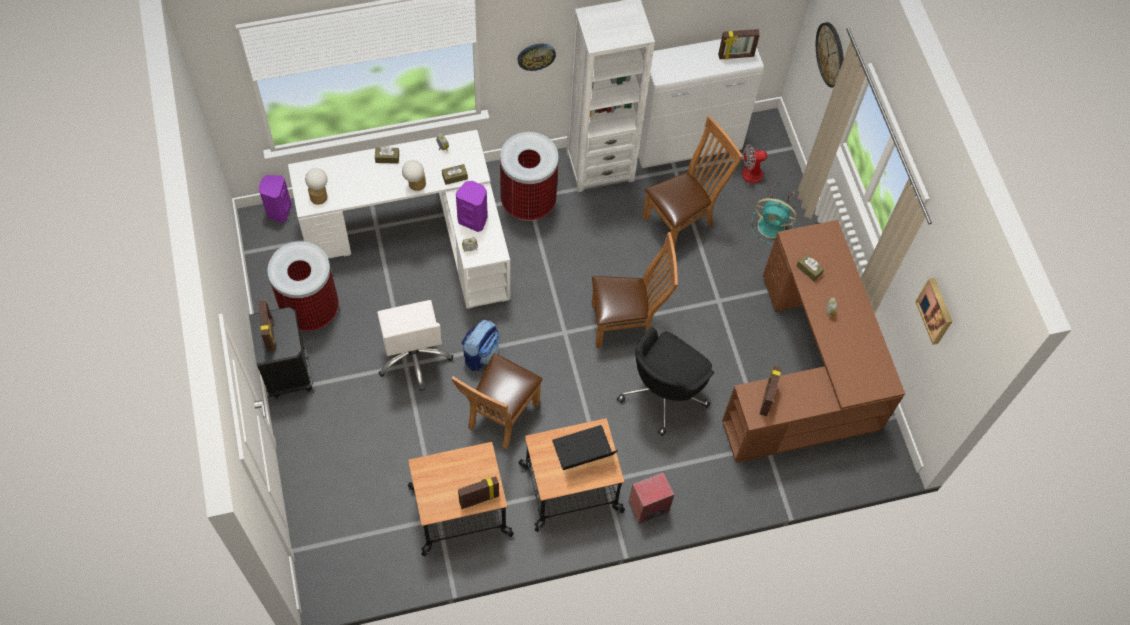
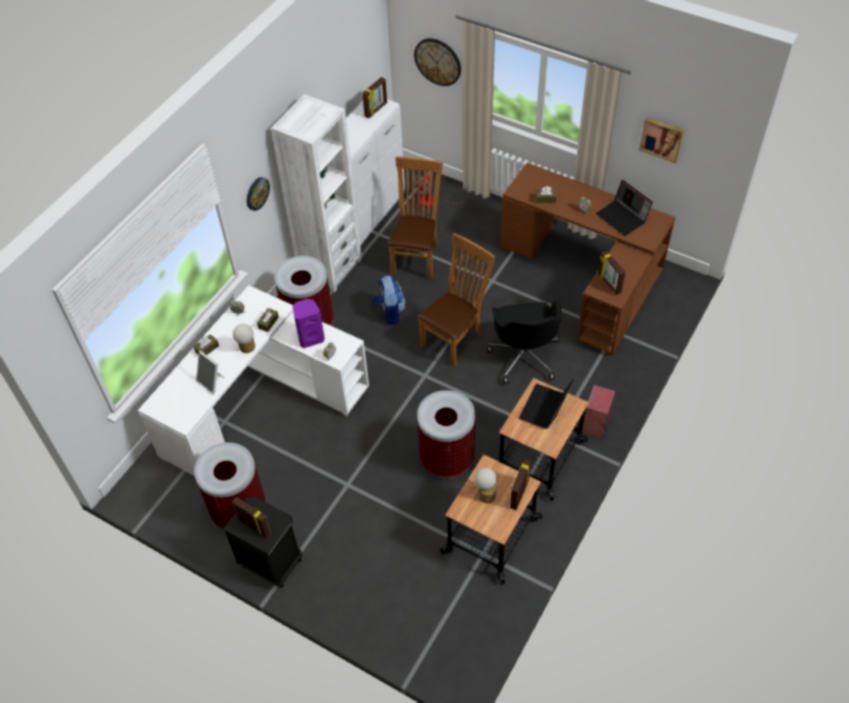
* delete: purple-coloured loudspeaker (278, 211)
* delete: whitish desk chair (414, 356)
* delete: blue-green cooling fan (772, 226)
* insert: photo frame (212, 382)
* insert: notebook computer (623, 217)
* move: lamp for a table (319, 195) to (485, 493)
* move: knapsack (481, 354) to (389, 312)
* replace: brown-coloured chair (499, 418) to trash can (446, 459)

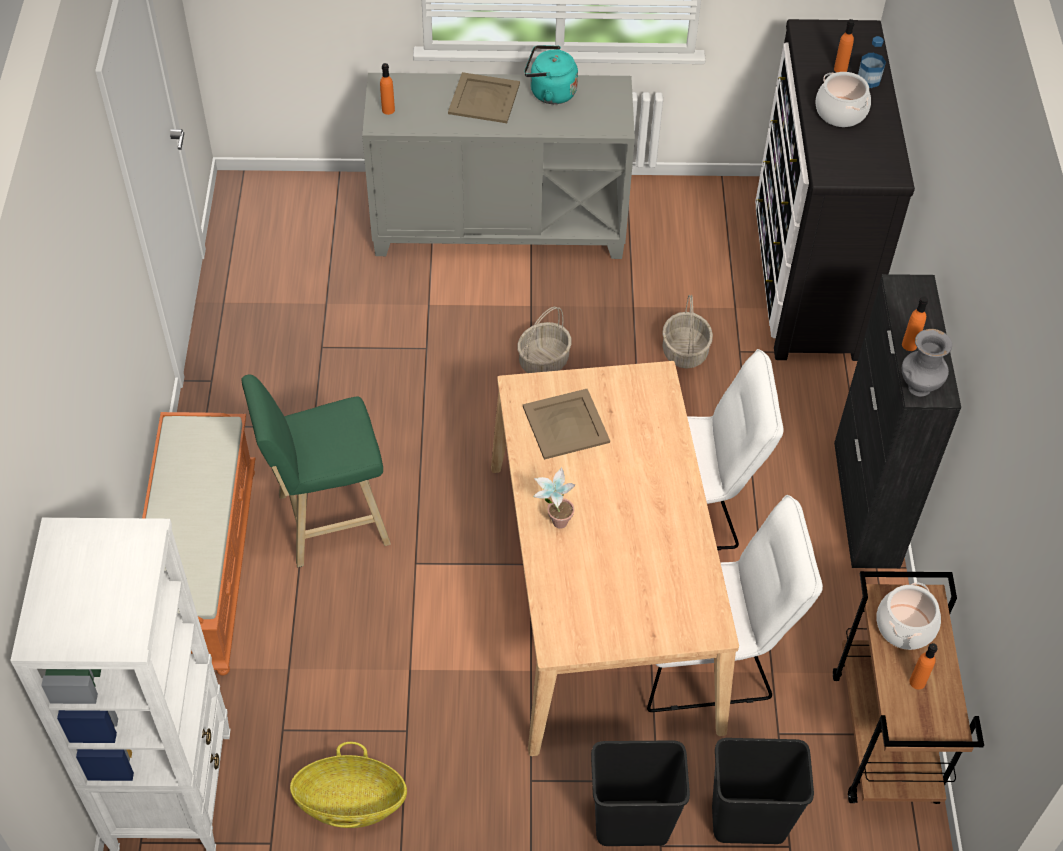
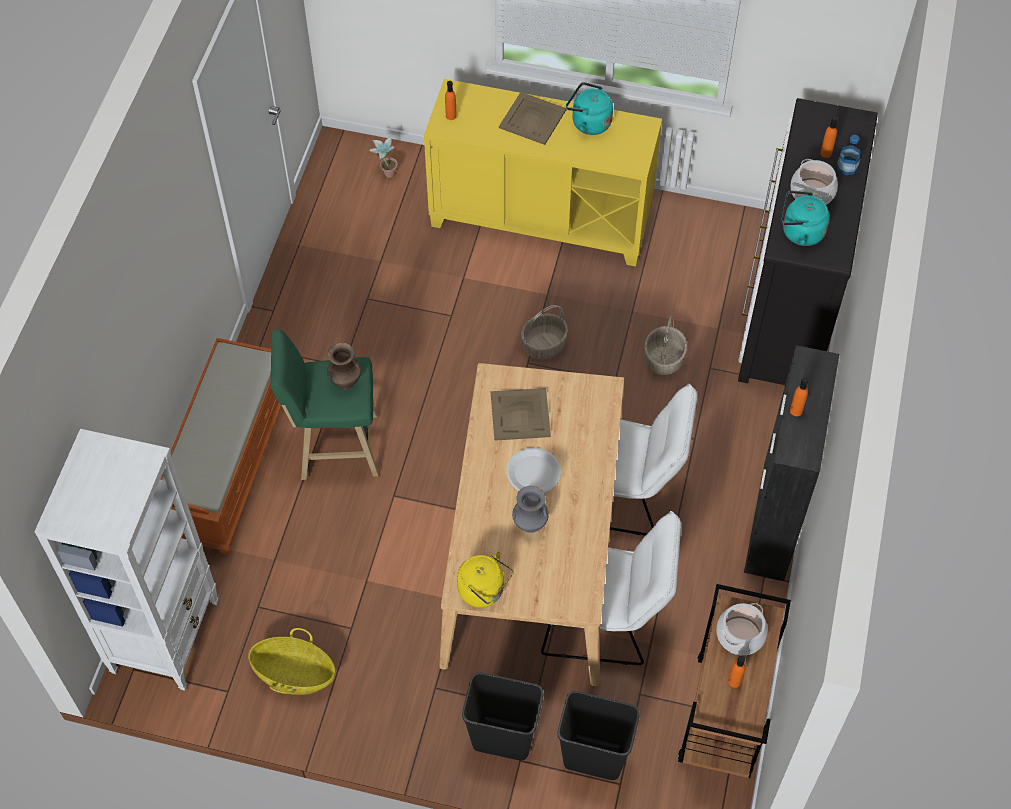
* insert: brown-coloured flower vase (345, 383)
* insert: yellow-coloured water kettle (484, 591)
* insert: whitish flat dish (533, 472)
* insert: blue-green water kettle (800, 232)
* move: houseplant (554, 521) to (386, 172)
* move: greyish flower vase (918, 388) to (529, 525)
* recolor: greyish storage cabinet (499, 226) to yellow-coloured storage cabinet (541, 218)

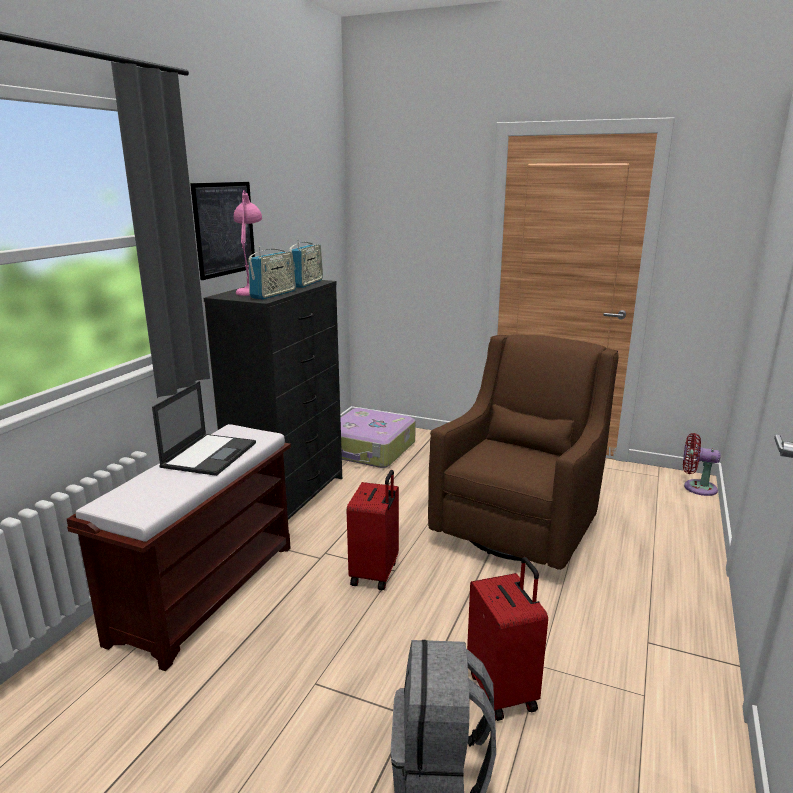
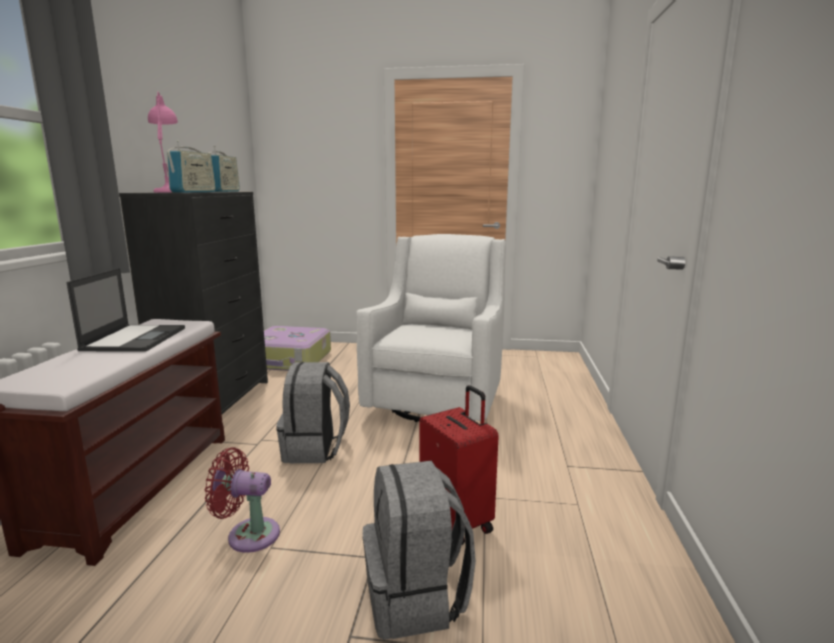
* delete: wall picture (224, 229)
* move: red-coloured cooling fan (696, 487) to (248, 534)
* replace: red-coloured piece of luggage (376, 573) to greyish knapsack (315, 449)
* recolor: brown-coloured lounge chair (520, 526) to whitish lounge chair (437, 400)

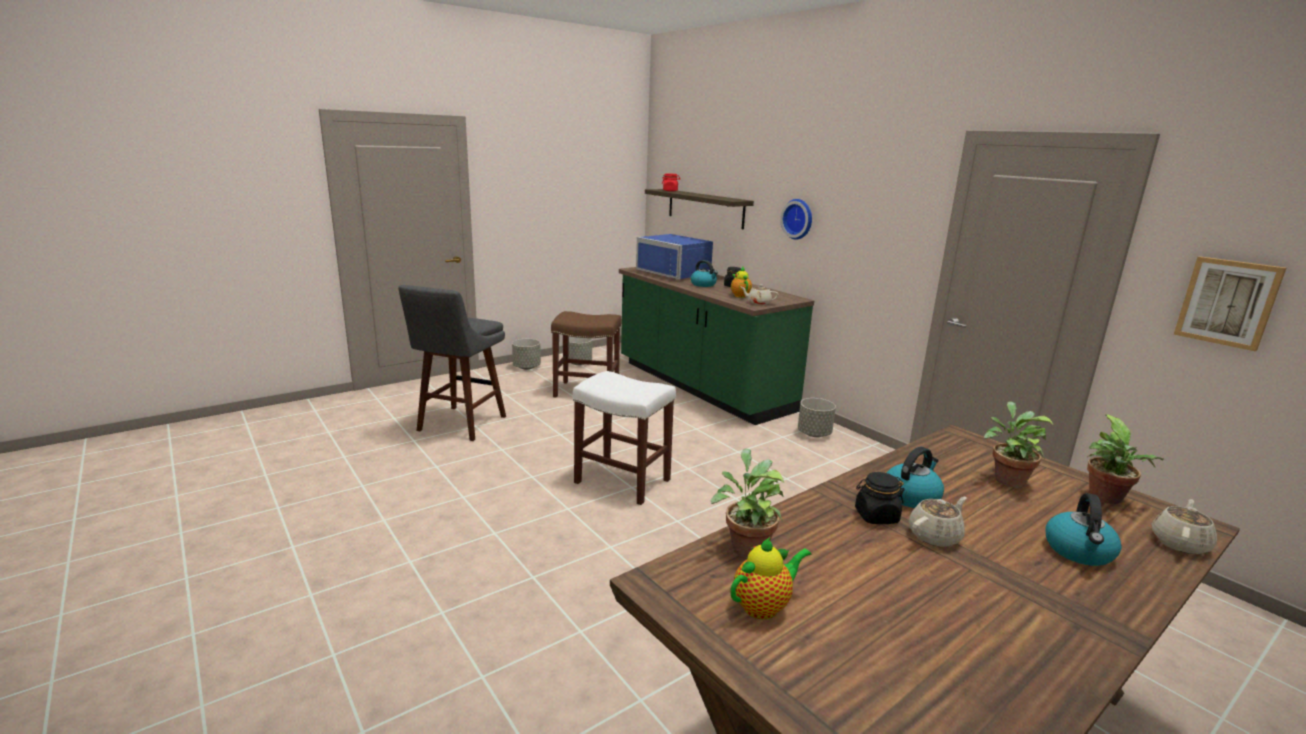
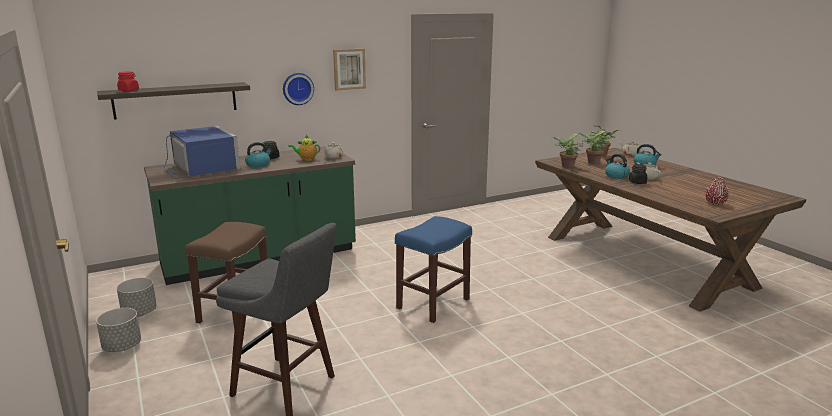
* delete: greyish plant pot (814, 434)
* move: houseplant (746, 546) to (566, 166)
* move: wall picture (1227, 302) to (349, 69)
* replace: pot for tea (764, 606) to red-coloured flower vase (715, 203)
* recolor: whitish stool (624, 481) to blue-coloured stool (433, 303)
* rotate: blue-coloured kitchen microwave (677, 273) = (201, 168) 90 degrees counterclockwise

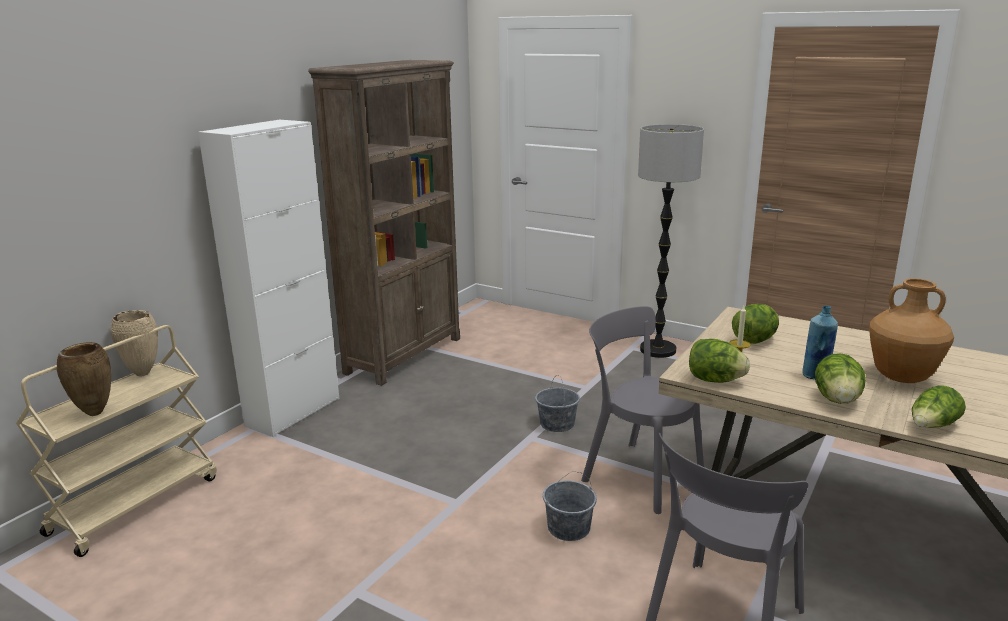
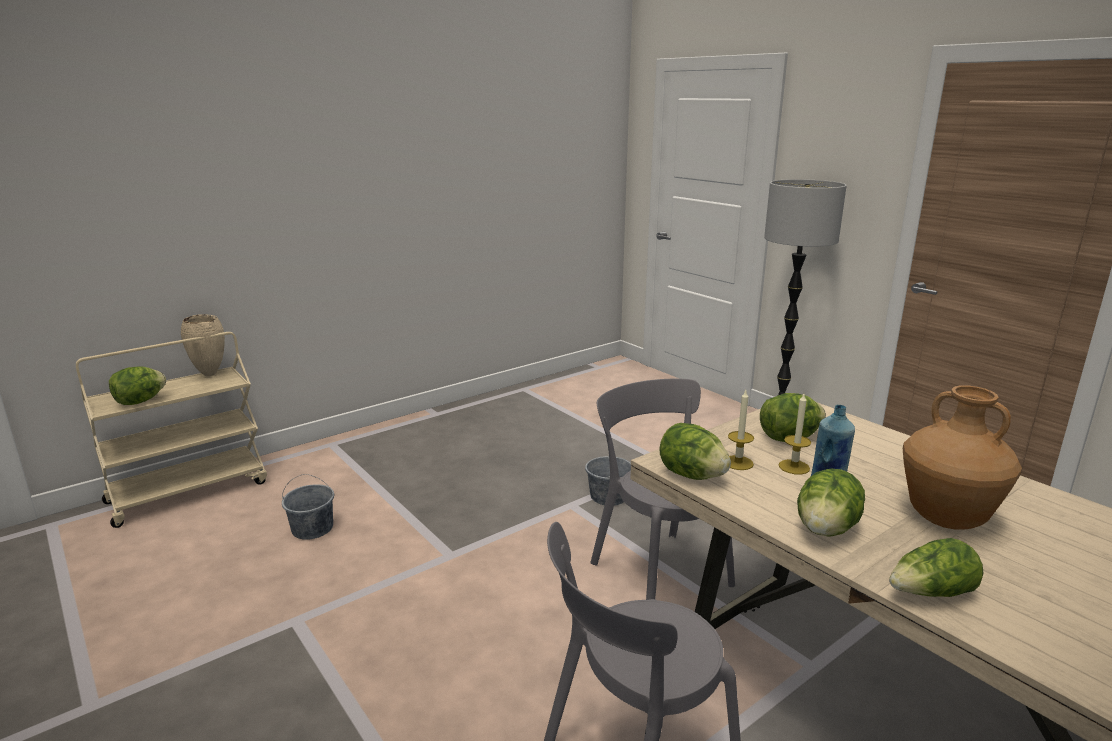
* delete: whitish storage cabinet (293, 412)
* delete: brown-coloured bookshelf (404, 355)
* insert: wax candle (794, 467)
* move: greyish pail (569, 528) to (313, 528)
* replace: brown-coloured flower vase (93, 413) to head of lettuce (140, 401)

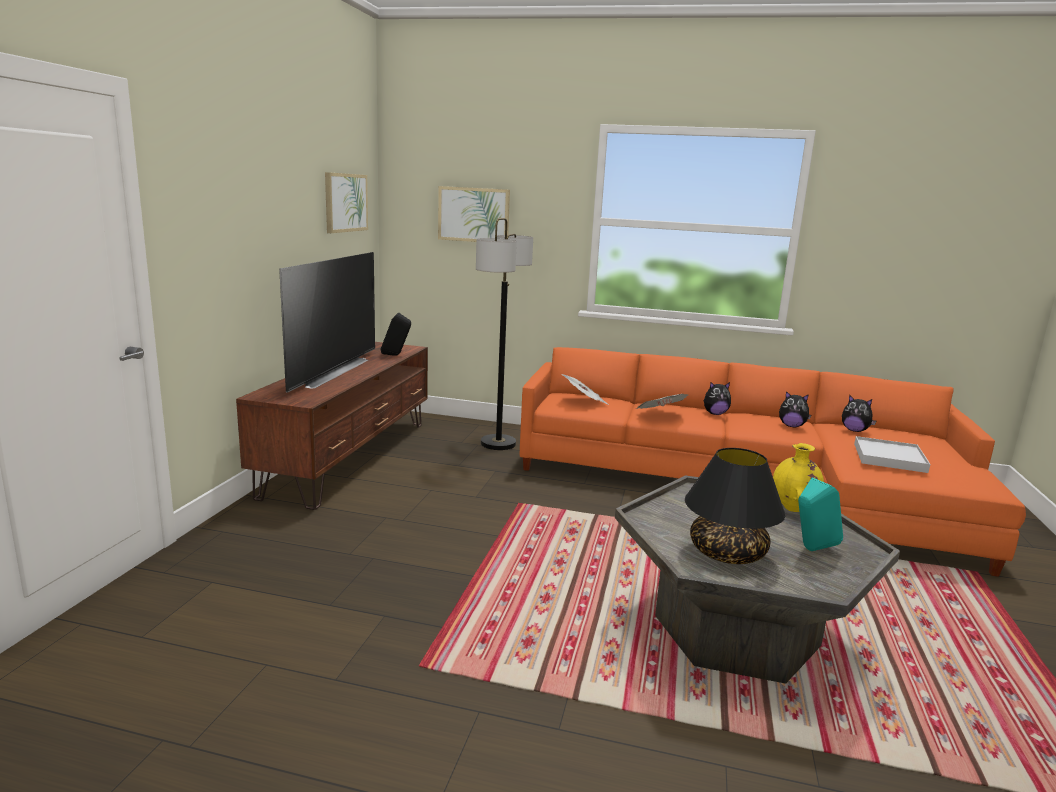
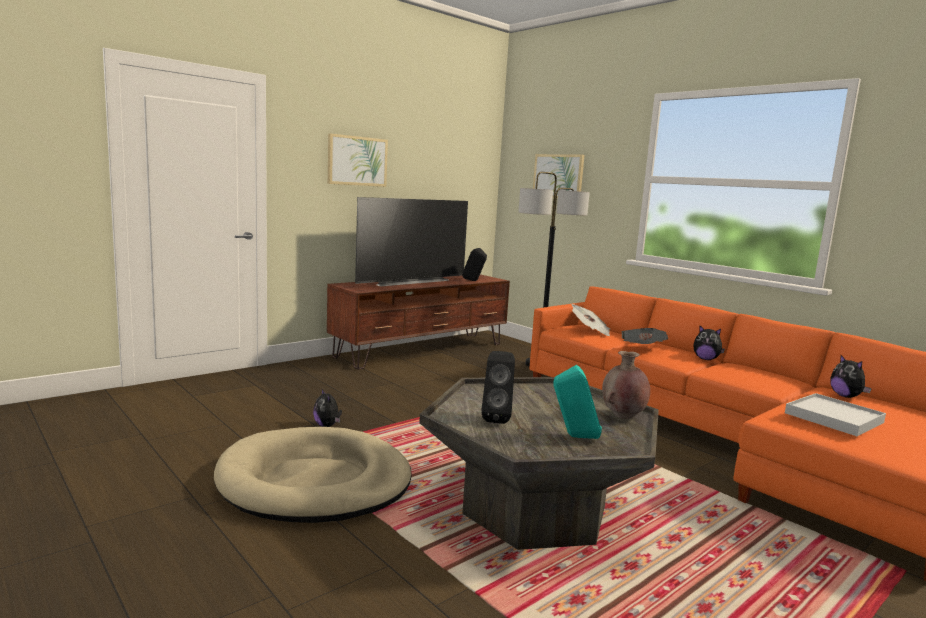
* insert: beige dog cushion (315, 481)
* move: wall picture (345, 202) to (357, 161)
* move: cuddly toy (791, 426) to (327, 426)
* replace: black-coloured lamp for a table (727, 553) to black-coloured loudspeaker (497, 418)
* recolor: yellow-coloured flower vase (793, 509) to brown-coloured flower vase (622, 416)

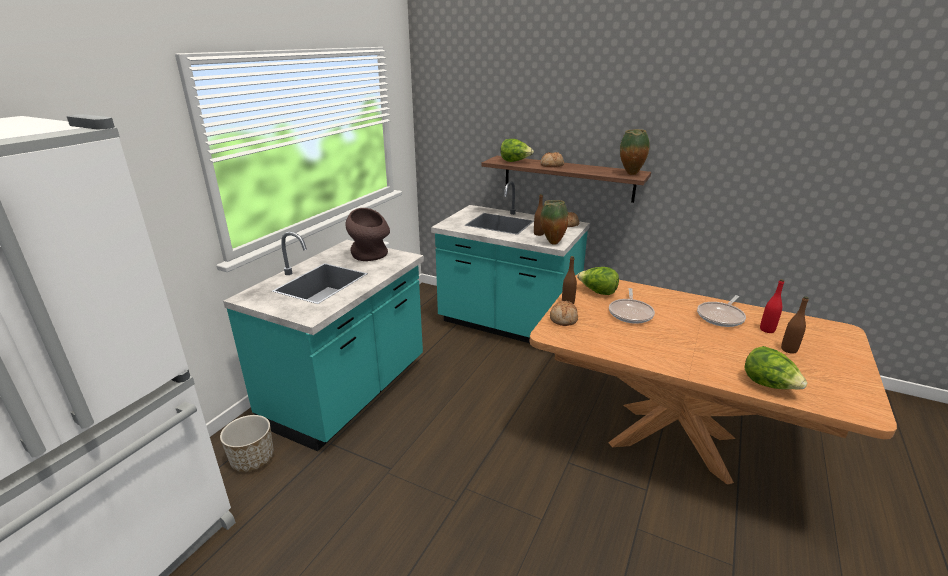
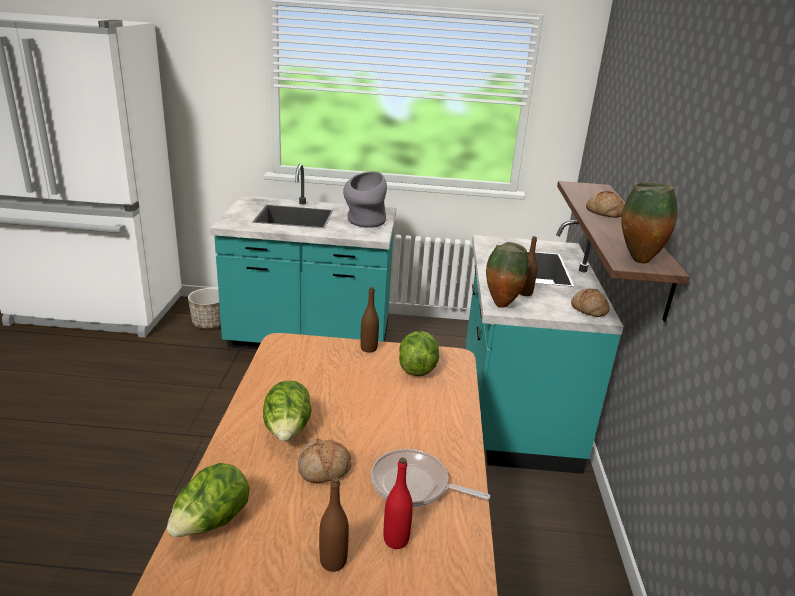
* delete: pan (630, 313)
* move: head of lettuce (515, 161) to (287, 431)
* move: bread (564, 319) to (324, 469)
* recolor: brown-coloured flower vase (371, 256) to greyish flower vase (364, 222)

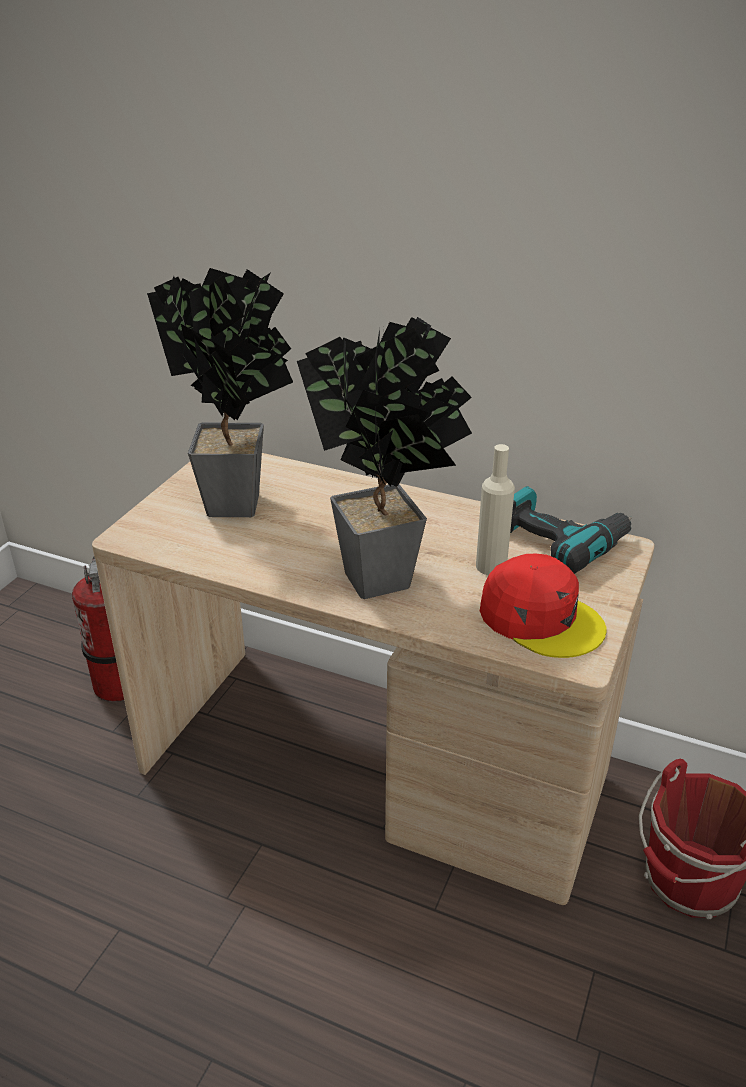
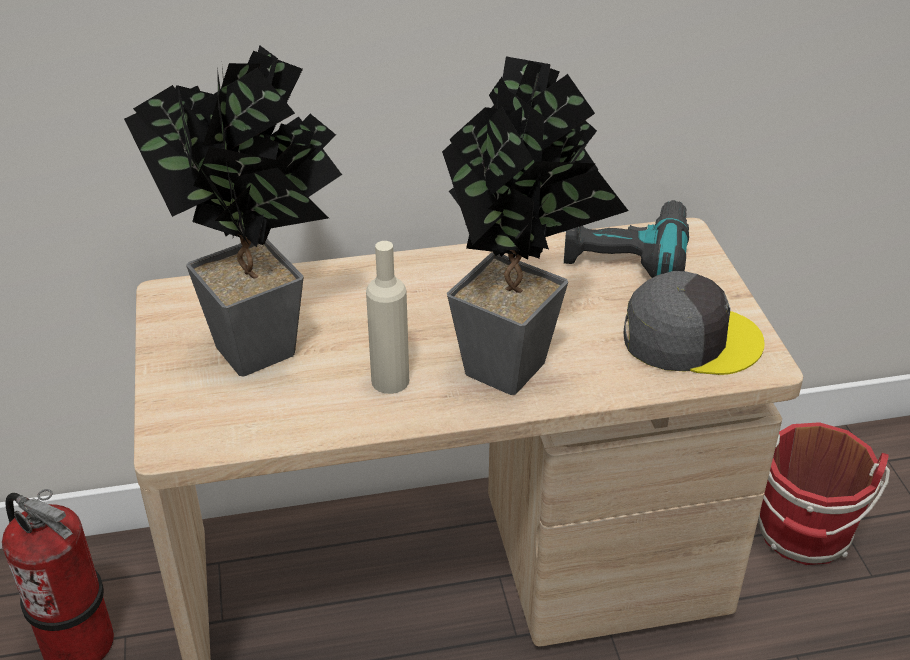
* move: beige bottle (491, 566) to (390, 381)
* recolor: red-coloured baseball cap (541, 618) to greyish baseball cap (689, 338)

